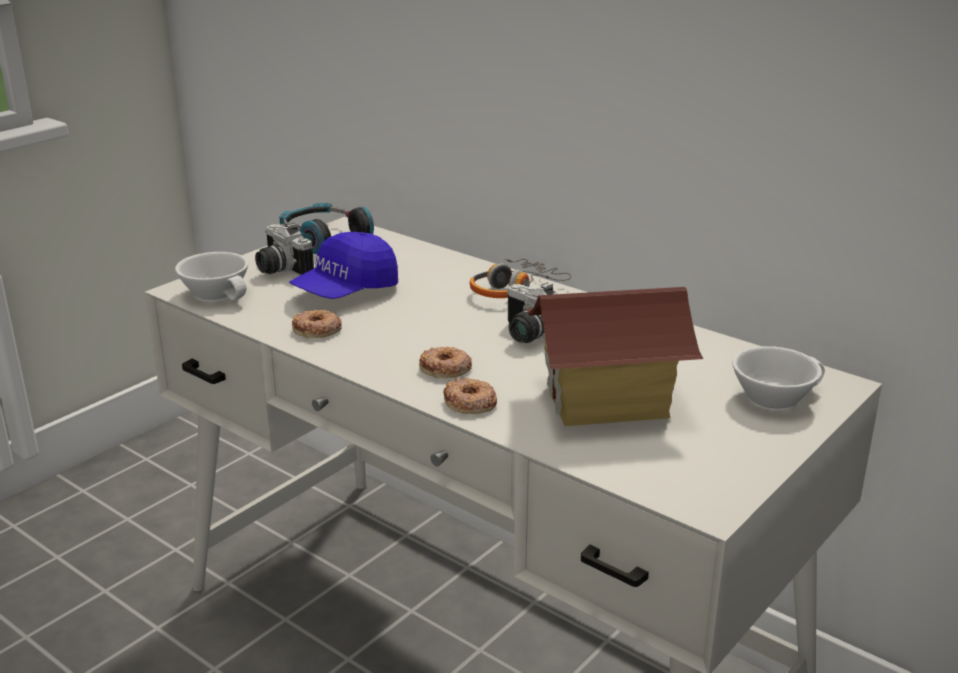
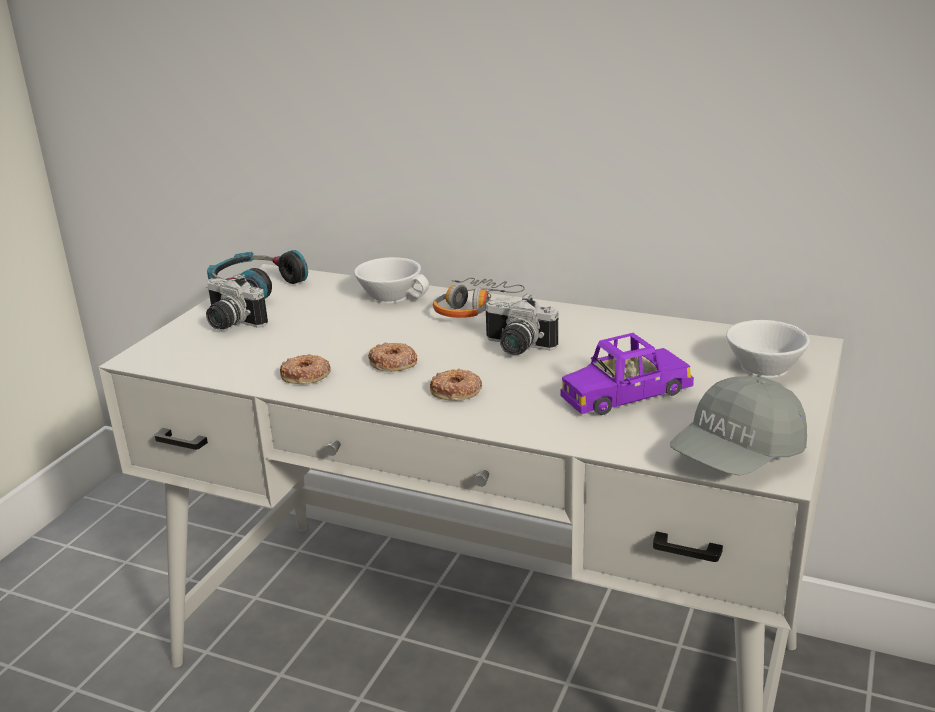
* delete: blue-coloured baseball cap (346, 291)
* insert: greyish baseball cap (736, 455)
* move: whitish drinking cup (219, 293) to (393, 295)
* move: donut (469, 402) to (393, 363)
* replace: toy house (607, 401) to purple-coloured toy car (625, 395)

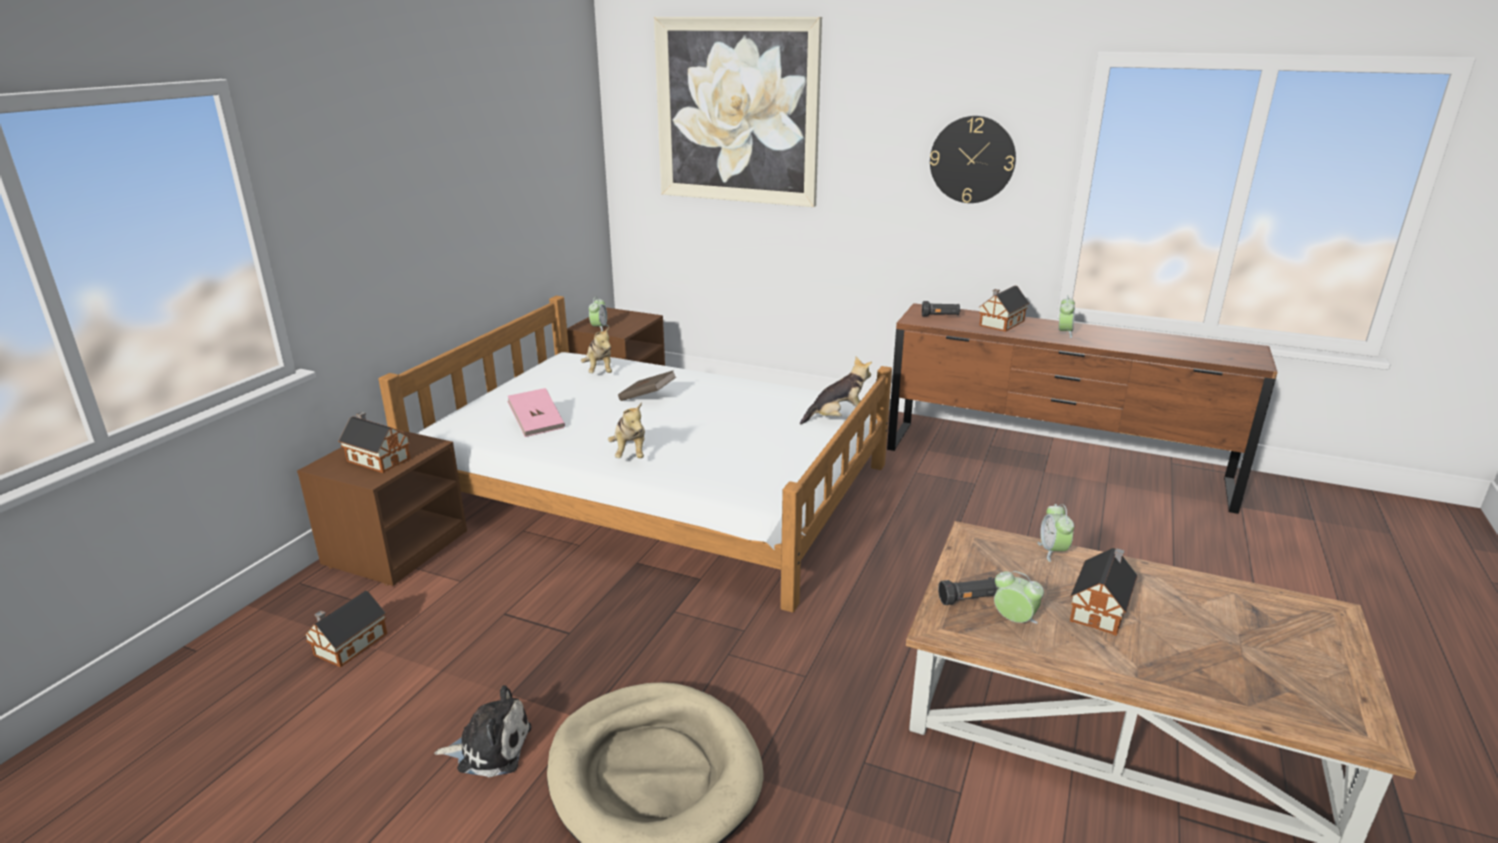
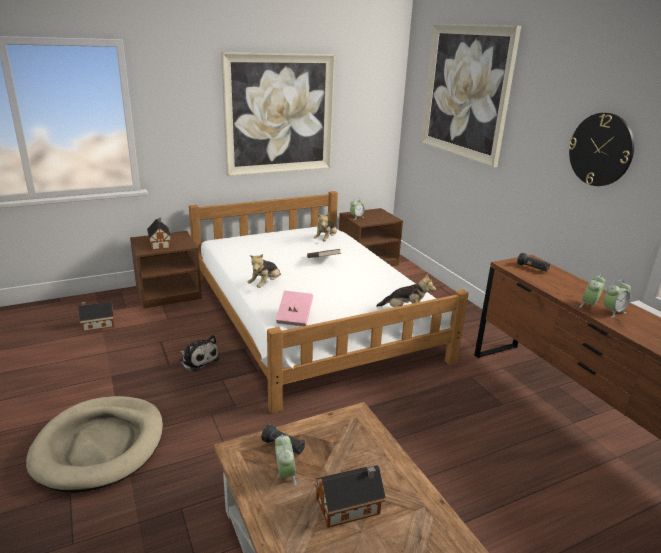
* delete: toy house (1000, 323)
* insert: wall picture (279, 114)
* move: cuddly toy (490, 748) to (198, 359)
* move: pinkish bound book (537, 424) to (294, 317)
* move: bedside clock (1053, 551) to (589, 305)

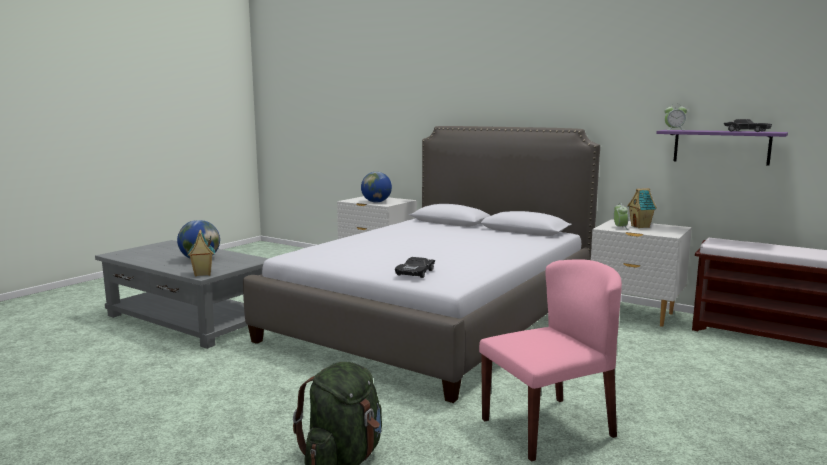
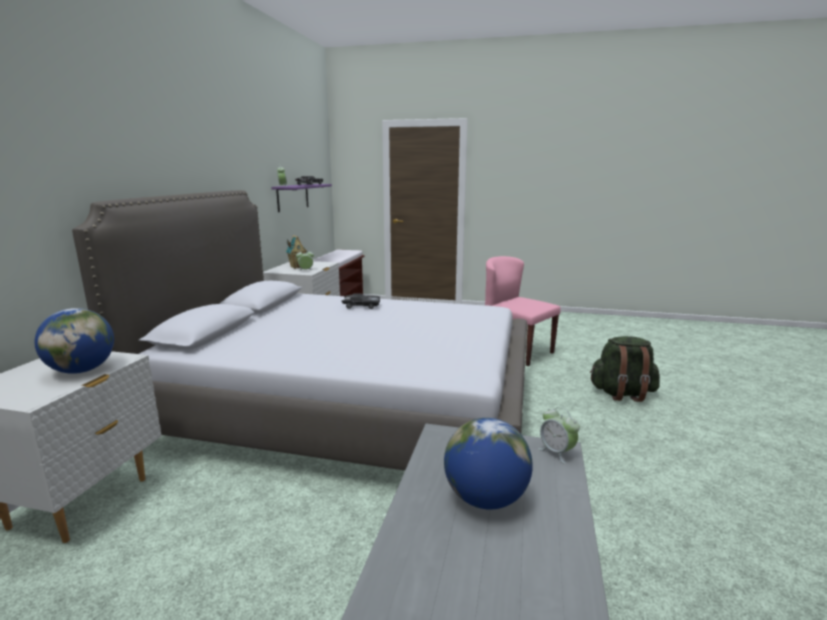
* move: black-coloured toy car (415, 273) to (361, 306)
* replace: toy house (202, 274) to bedside clock (557, 452)

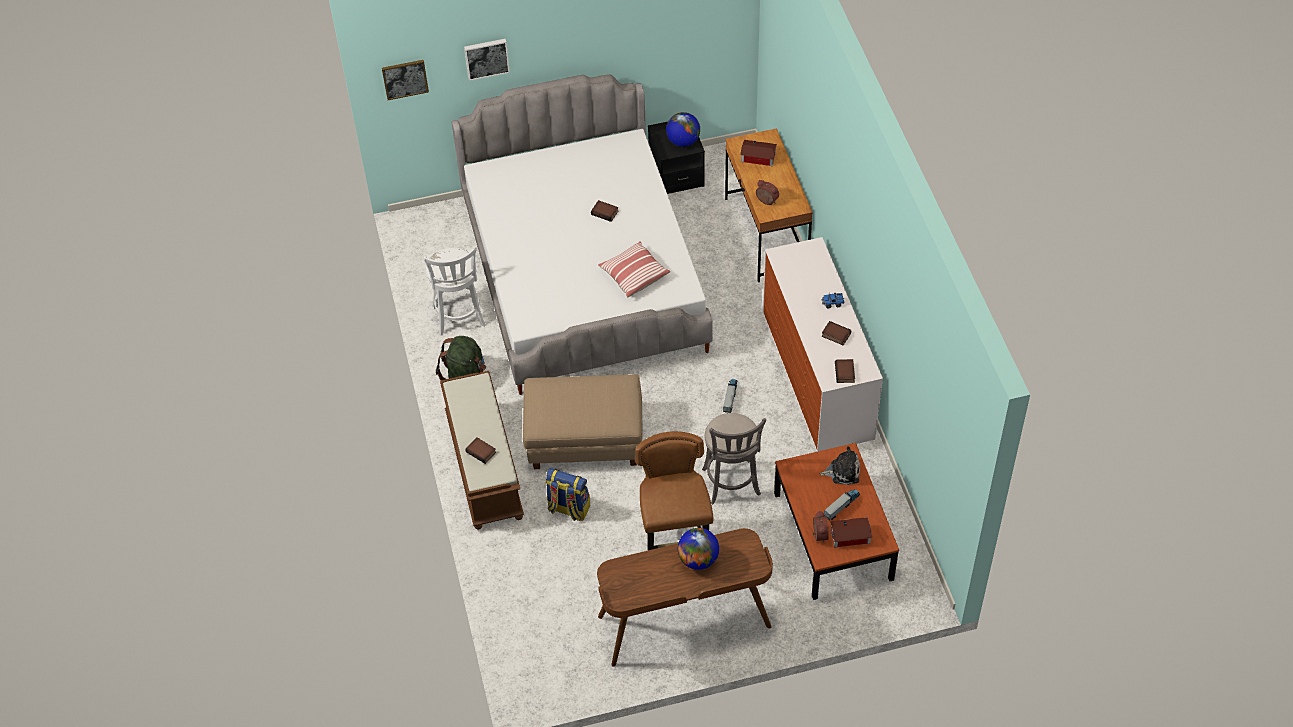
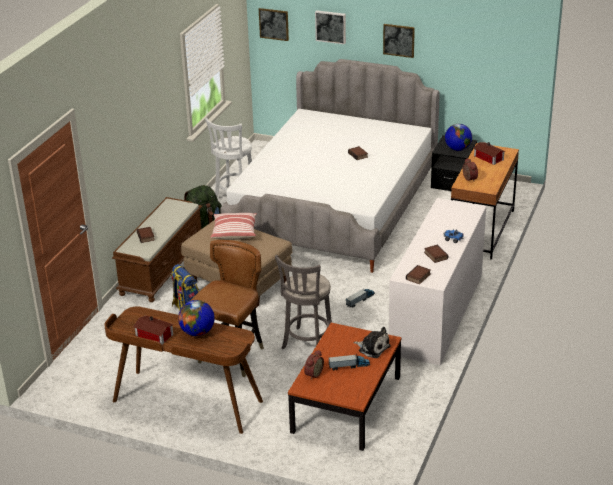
* insert: wall picture (399, 40)
* move: throw pillow (633, 275) to (234, 232)
* move: toy house (851, 537) to (154, 335)

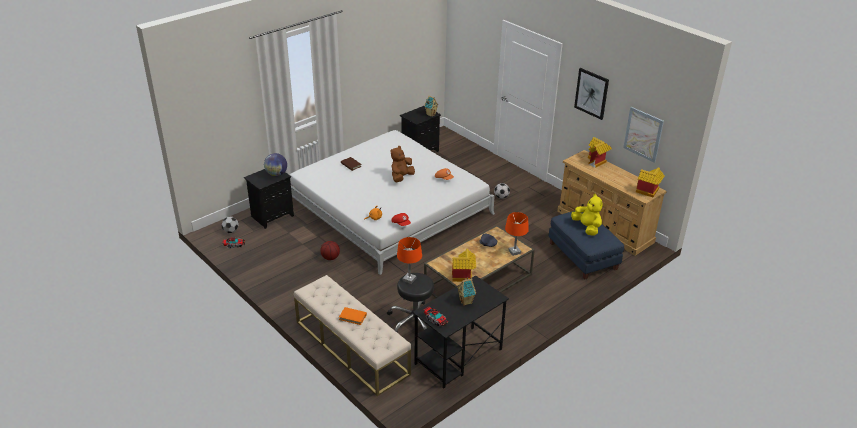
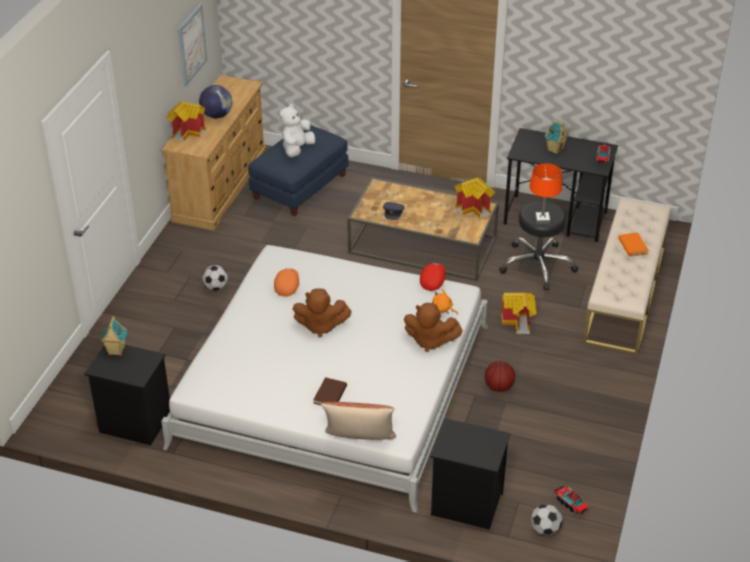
* delete: orangey lamp for a table (514, 252)
* delete: wall picture (591, 93)
* insert: throw pillow (359, 443)
* insert: brown-coloured cuddly toy (430, 341)
* move: globe (276, 174) to (217, 115)
* move: toy house (648, 192) to (519, 323)
* recolor: yellow-coloured cuddly toy (587, 227) to whitish cuddly toy (297, 149)

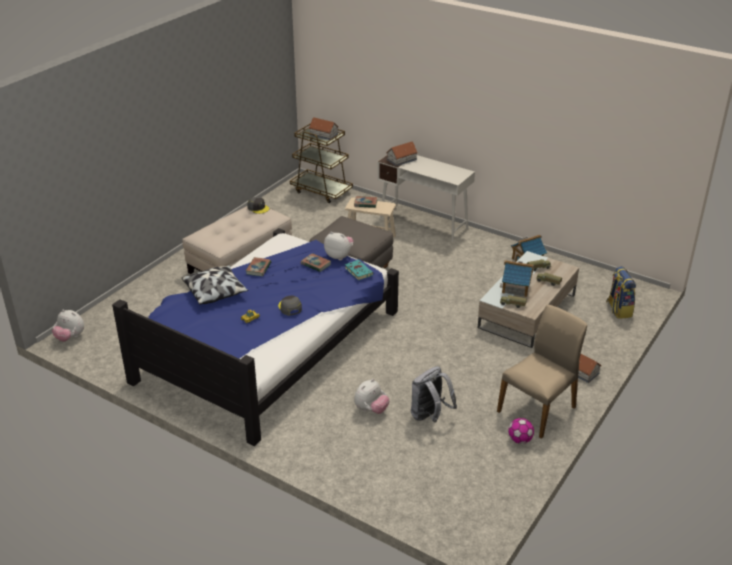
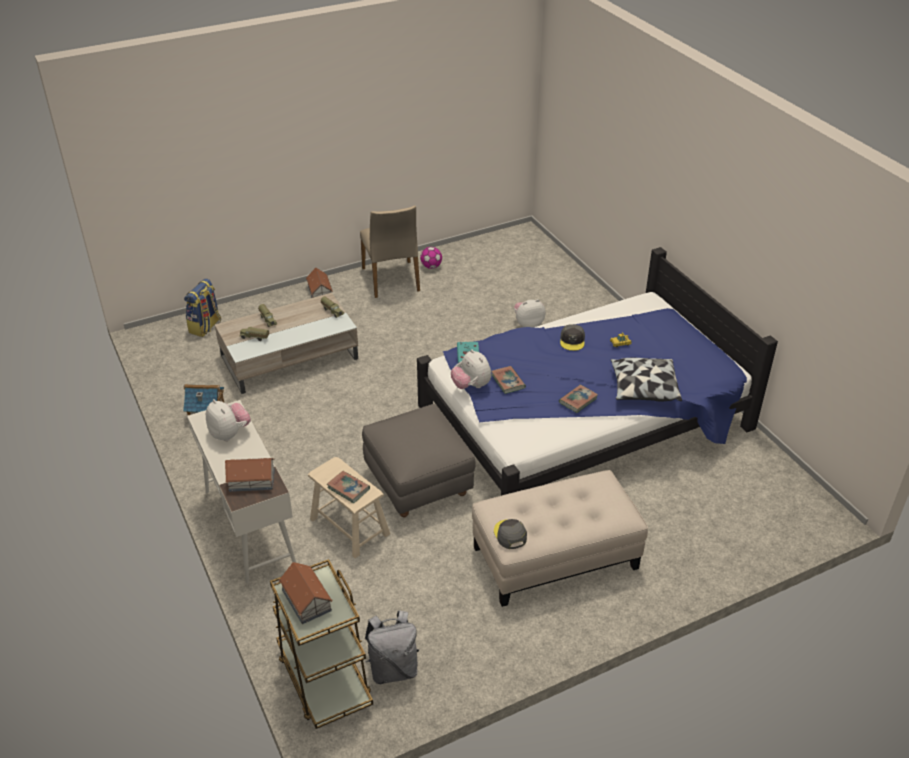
* delete: toy house (516, 288)
* move: cuddly toy (70, 337) to (230, 434)
* move: greyish knapsack (430, 416) to (393, 669)
* rotate: beige chair (538, 409) = (391, 279) 90 degrees counterclockwise

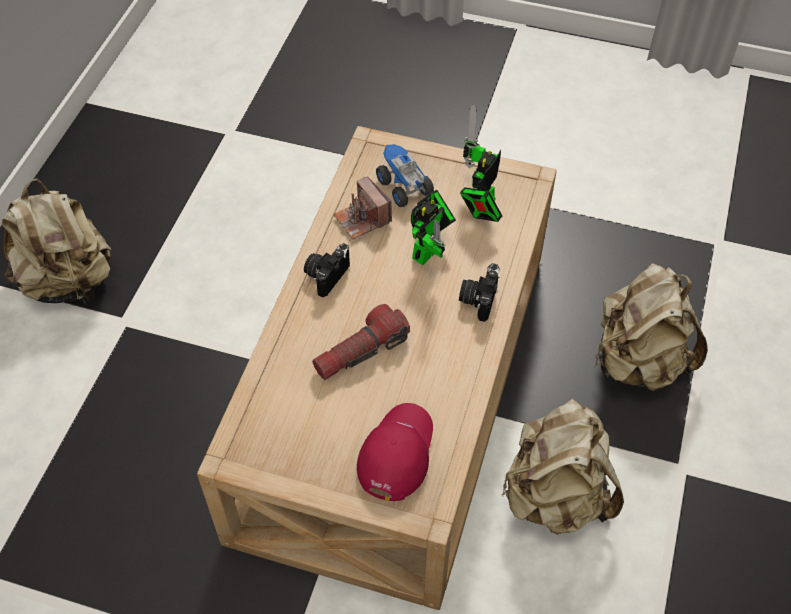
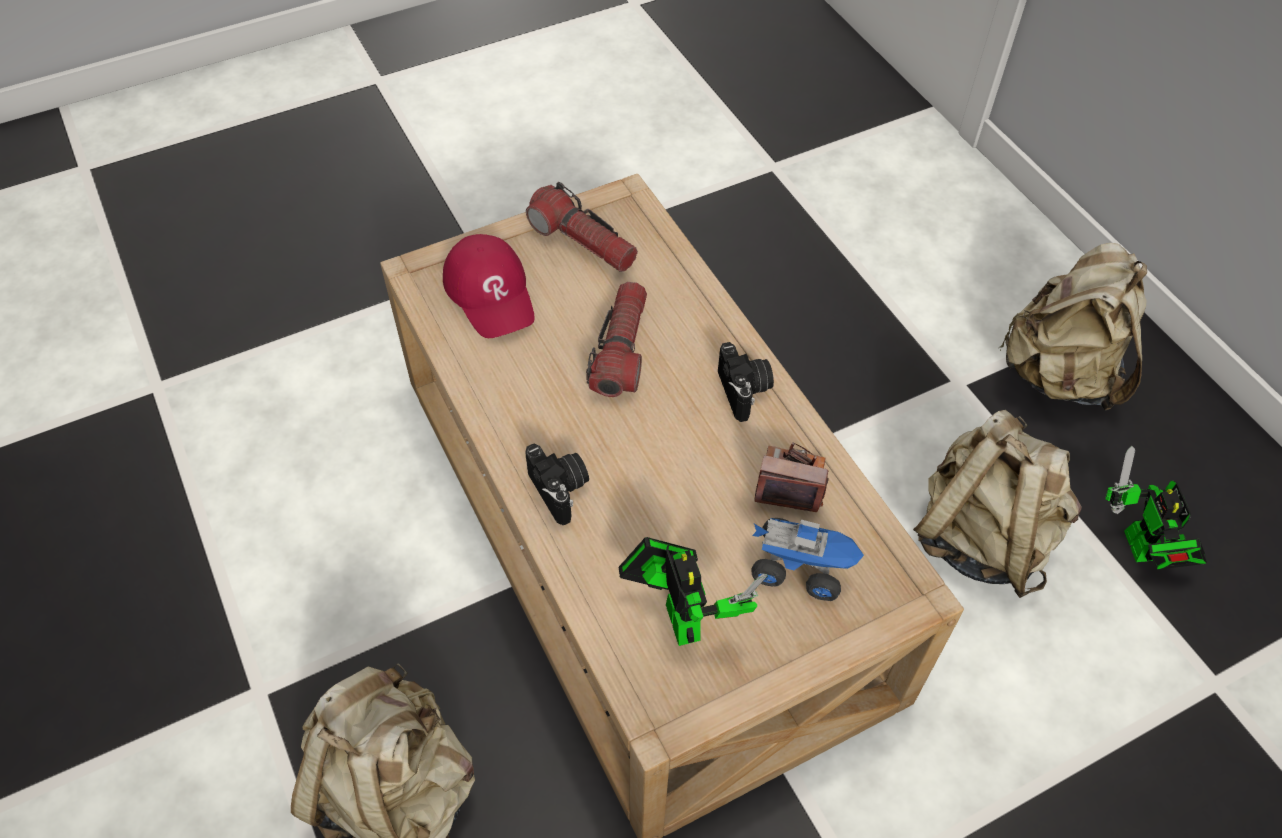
* insert: hand torch (582, 241)
* move: model robot (429, 250) to (1140, 551)
* move: beige knapsack (556, 495) to (981, 536)

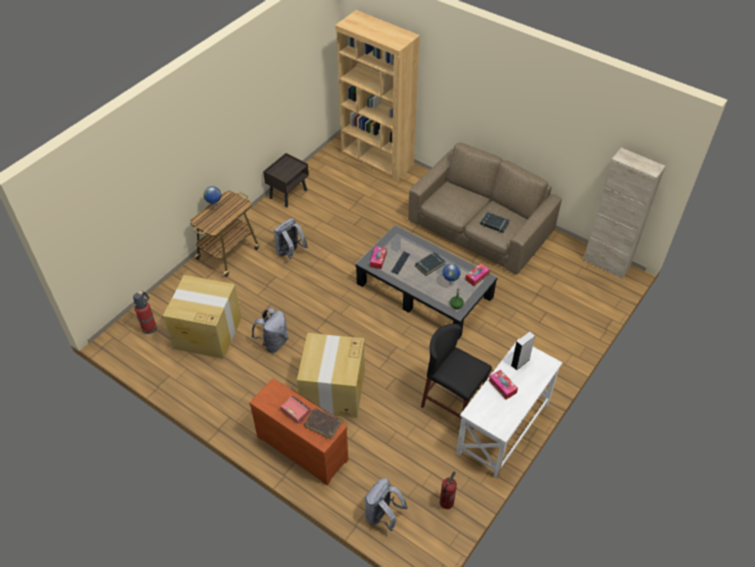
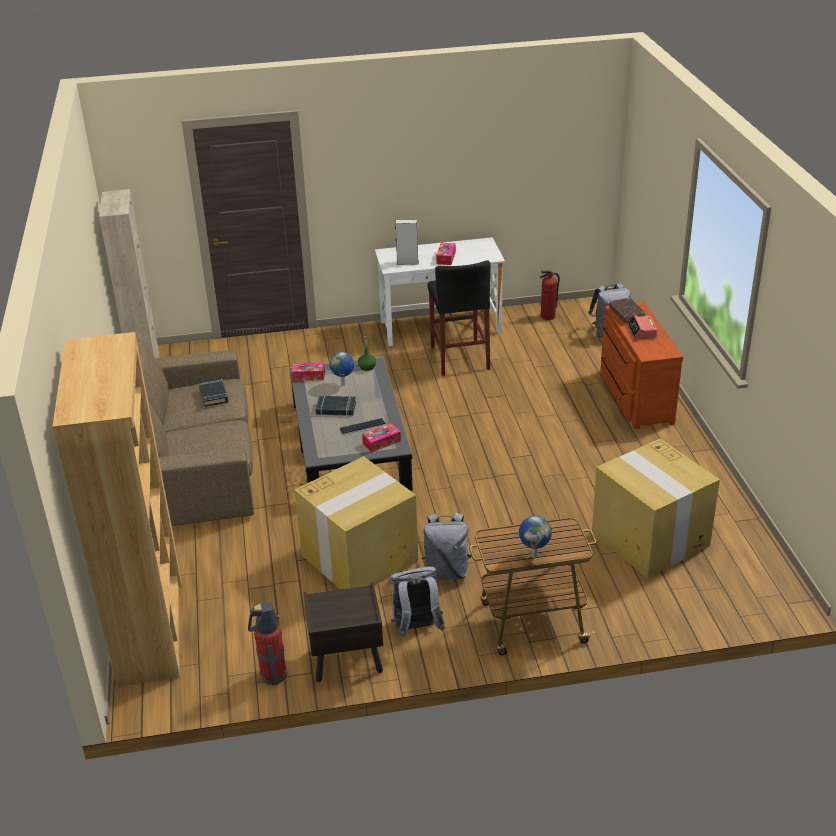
* move: fire extinguisher (150, 327) to (272, 675)
* move: greyish knapsack (273, 343) to (416, 629)
* move: packing box (333, 392) to (360, 557)

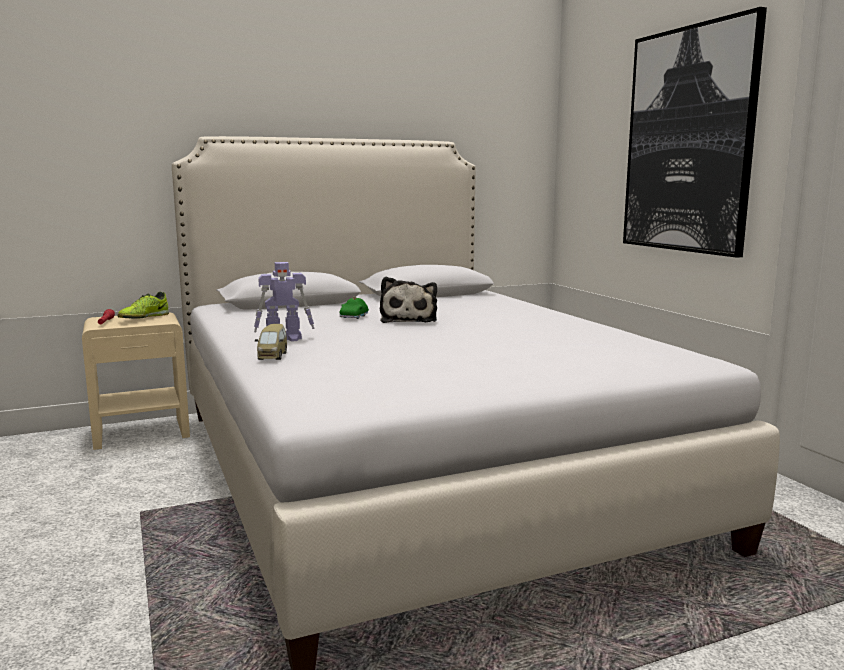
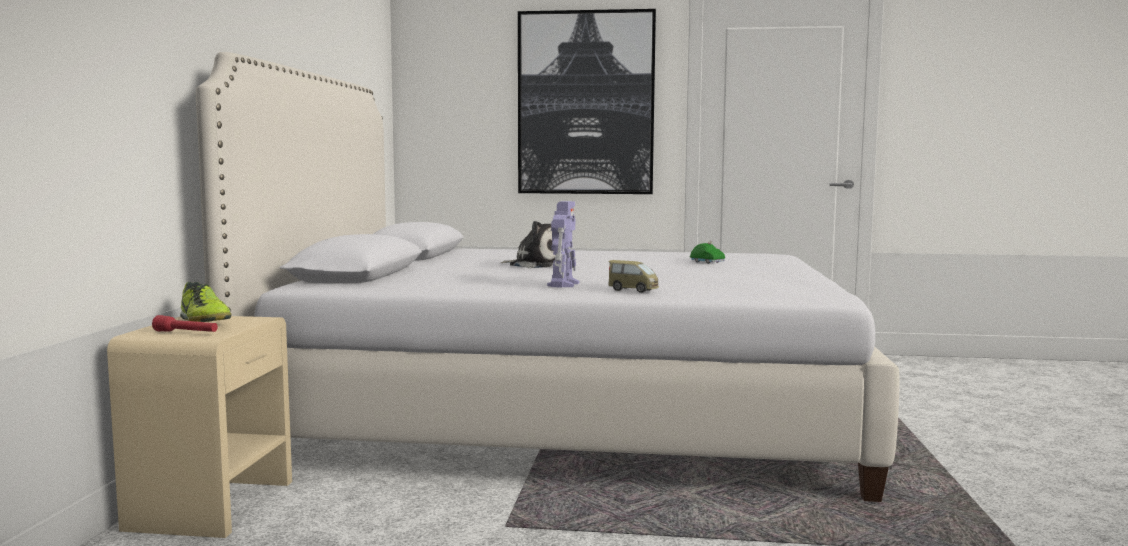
* move: green-coloured toy car (354, 317) to (707, 262)

